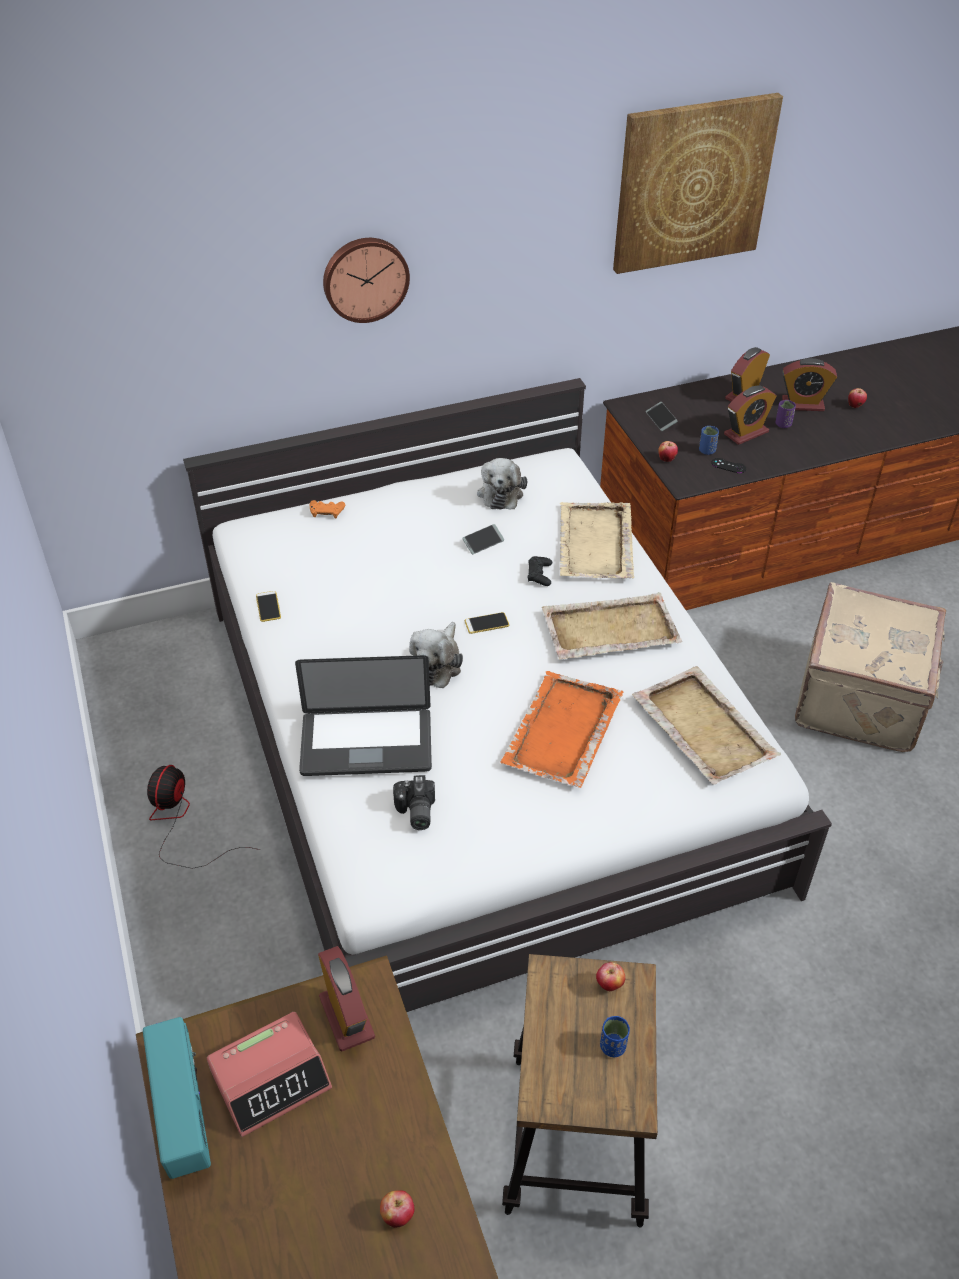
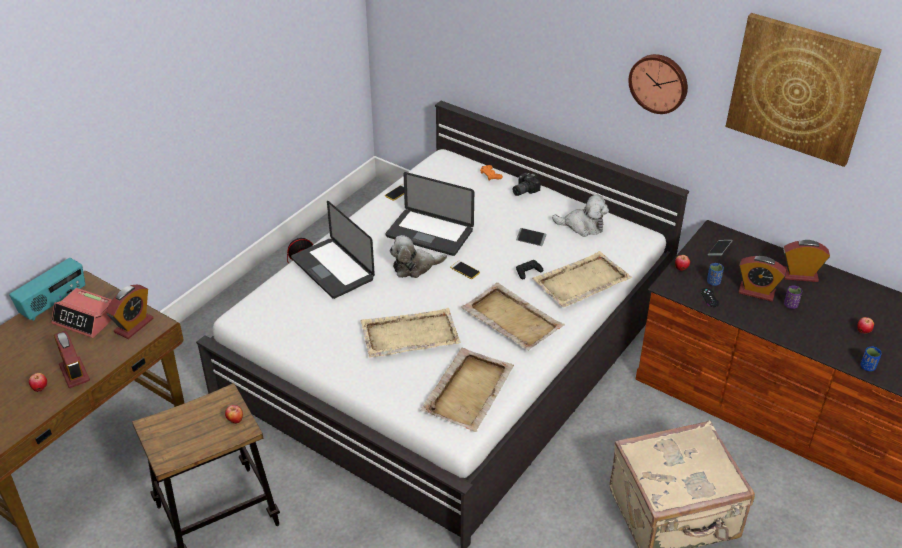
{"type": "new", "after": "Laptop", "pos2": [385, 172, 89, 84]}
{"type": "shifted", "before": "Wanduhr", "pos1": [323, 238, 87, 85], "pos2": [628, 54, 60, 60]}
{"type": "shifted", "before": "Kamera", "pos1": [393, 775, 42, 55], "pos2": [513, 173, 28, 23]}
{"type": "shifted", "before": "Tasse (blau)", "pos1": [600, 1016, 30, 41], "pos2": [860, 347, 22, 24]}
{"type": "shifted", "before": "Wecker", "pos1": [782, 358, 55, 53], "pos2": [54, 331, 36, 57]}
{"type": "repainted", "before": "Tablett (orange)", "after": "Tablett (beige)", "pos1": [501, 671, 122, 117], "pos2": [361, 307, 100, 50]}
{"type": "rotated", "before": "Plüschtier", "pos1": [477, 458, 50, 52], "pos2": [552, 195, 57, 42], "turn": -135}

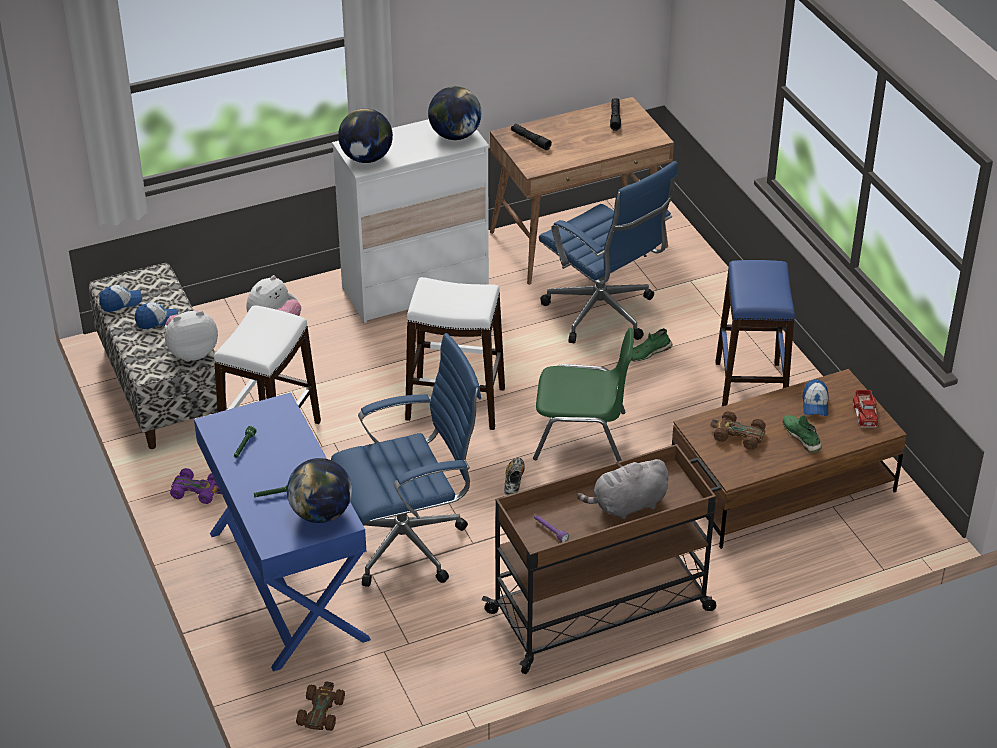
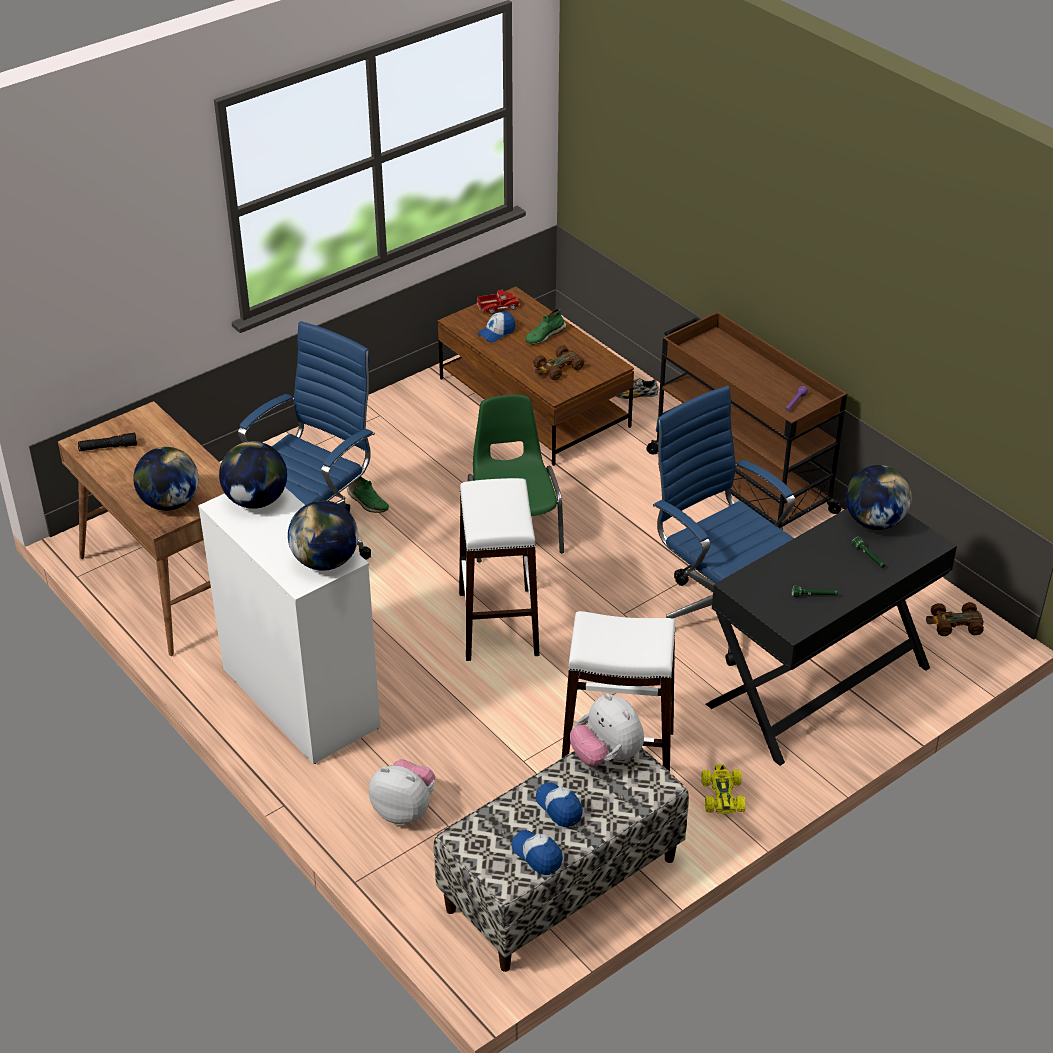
{"type": "gone", "before": "Plüschtier (grau)", "pos1": [577, 459, 91, 61]}
{"type": "gone", "before": "Hocker (blau)", "pos1": [715, 260, 80, 146]}
{"type": "shifted", "before": "Schuh", "pos1": [504, 458, 21, 37], "pos2": [616, 378, 42, 21]}
{"type": "swapped", "before": "Taschenlampe (schwarz)", "after": "Globus", "pos1": [511, 124, 41, 26], "pos2": [133, 447, 66, 64]}
{"type": "repainted", "before": "Spielzeugauto (lila)", "after": "Spielzeugauto (gelb)", "pos1": [170, 468, 52, 36], "pos2": [702, 764, 44, 50]}
{"type": "repainted", "before": "Schreibtisch (blau)", "after": "Schreibtisch (schwarz)", "pos1": [194, 392, 177, 280], "pos2": [706, 508, 251, 258]}
{"type": "rotated", "before": "Spielzeugauto (braun)", "pos1": [710, 411, 56, 39], "pos2": [533, 345, 51, 35], "turn": 45}
{"type": "rotated", "before": "Kappe", "pos1": [802, 379, 27, 37], "pos2": [477, 311, 38, 31], "turn": 150}

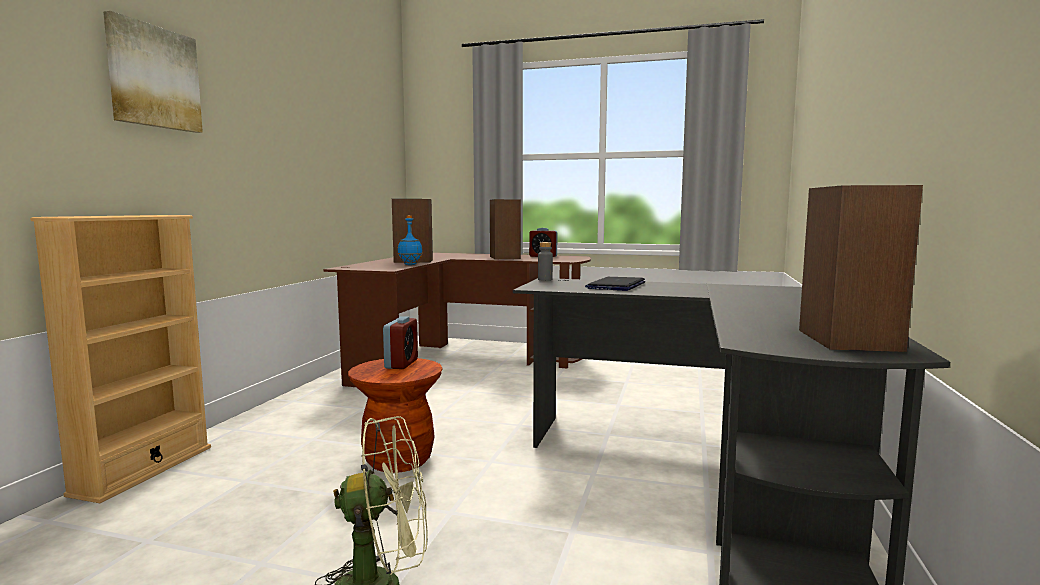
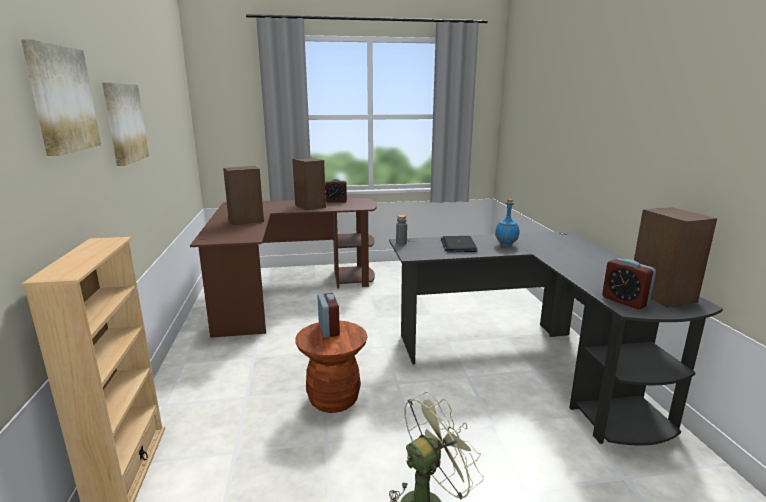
{"type": "new", "after": "Bild", "pos2": [102, 83, 47, 83]}
{"type": "new", "after": "Wecker", "pos2": [602, 258, 54, 51]}
{"type": "shifted", "before": "Flasche (blau)", "pos1": [398, 215, 24, 50], "pos2": [495, 199, 24, 48]}

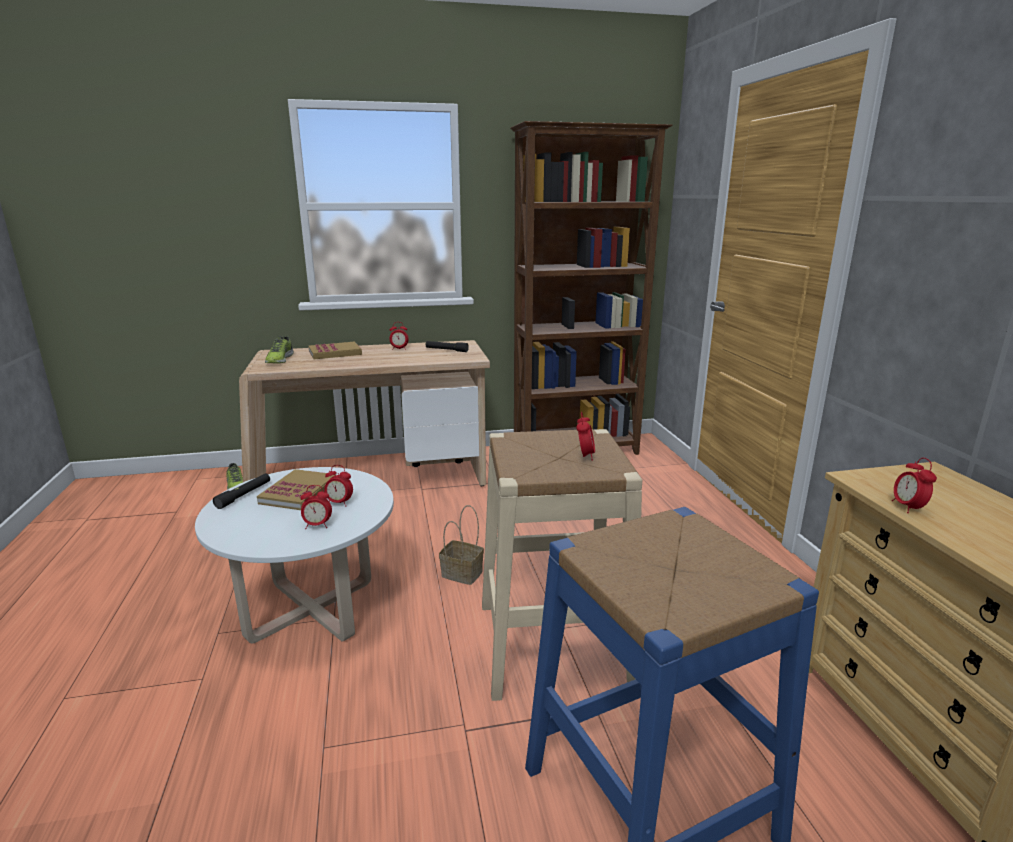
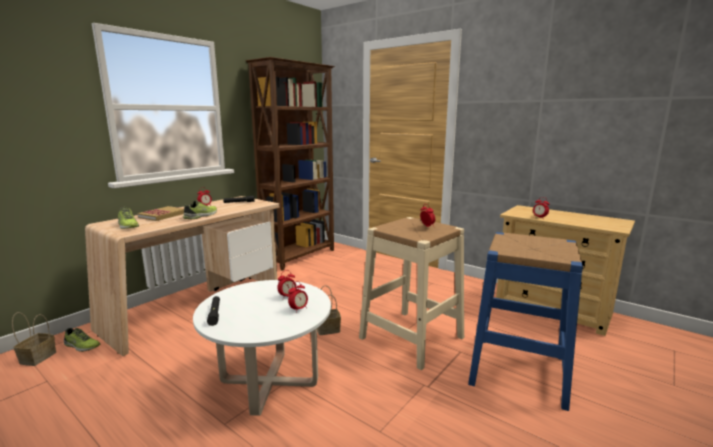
{"type": "gone", "before": "Buch", "pos1": [257, 469, 79, 41]}
{"type": "new", "after": "Korb", "pos2": [12, 312, 44, 54]}
{"type": "new", "after": "Schuh", "pos2": [183, 200, 34, 19]}

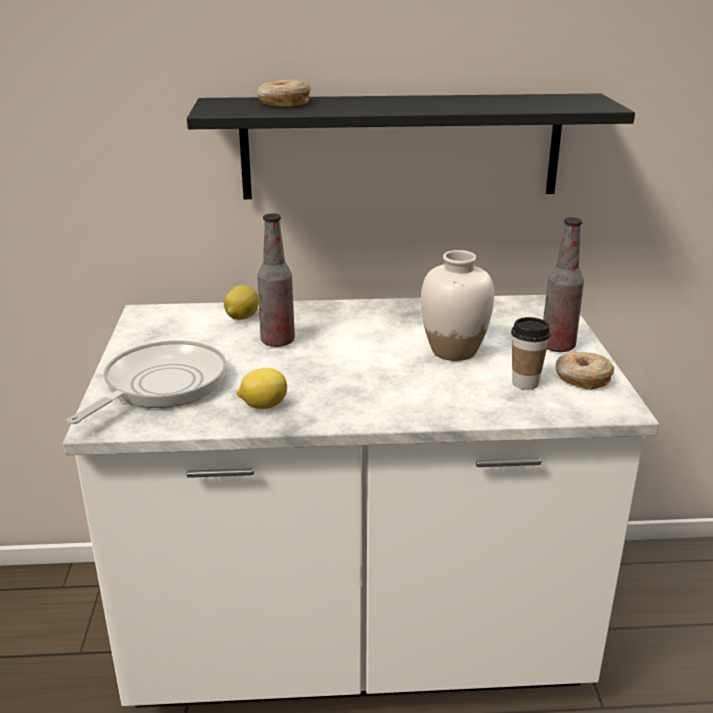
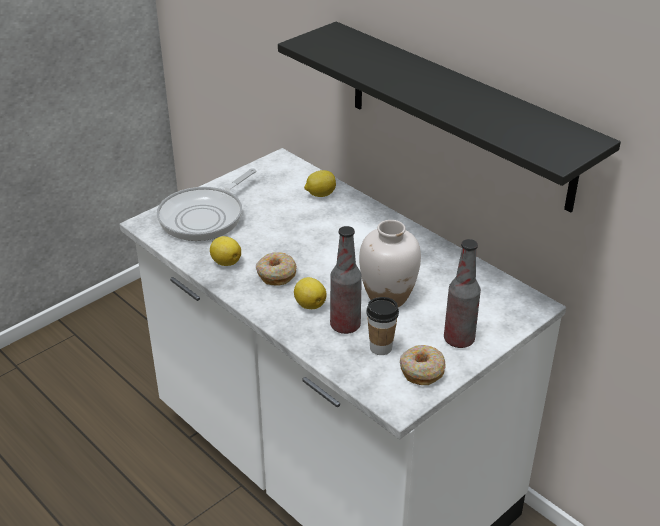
{"type": "new", "after": "Zitrone", "pos2": [294, 277, 32, 32]}
{"type": "shifted", "before": "Donut", "pos1": [257, 79, 54, 28], "pos2": [256, 252, 41, 34]}
{"type": "shifted", "before": "Flasche", "pos1": [257, 213, 38, 134], "pos2": [330, 226, 32, 108]}
{"type": "rotated", "before": "Pfanne", "pos1": [67, 340, 160, 84], "pos2": [157, 168, 100, 73], "turn": 135}

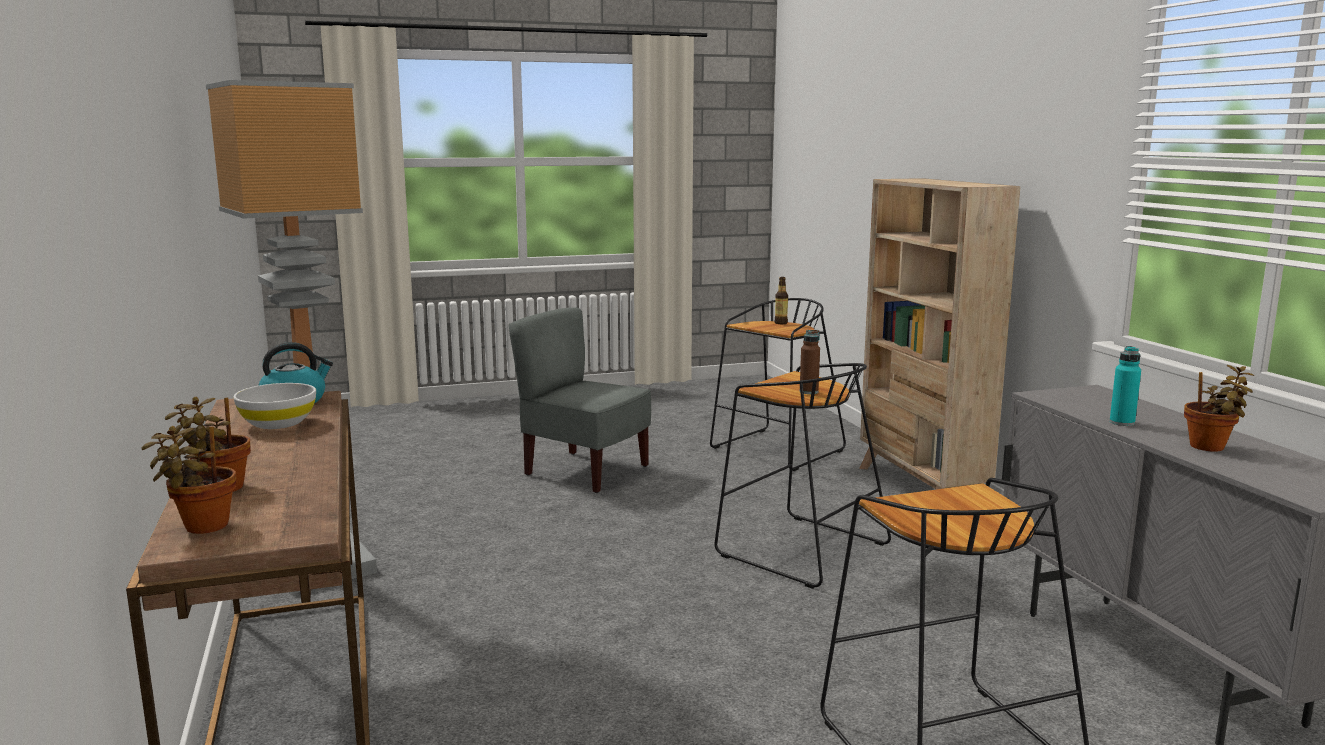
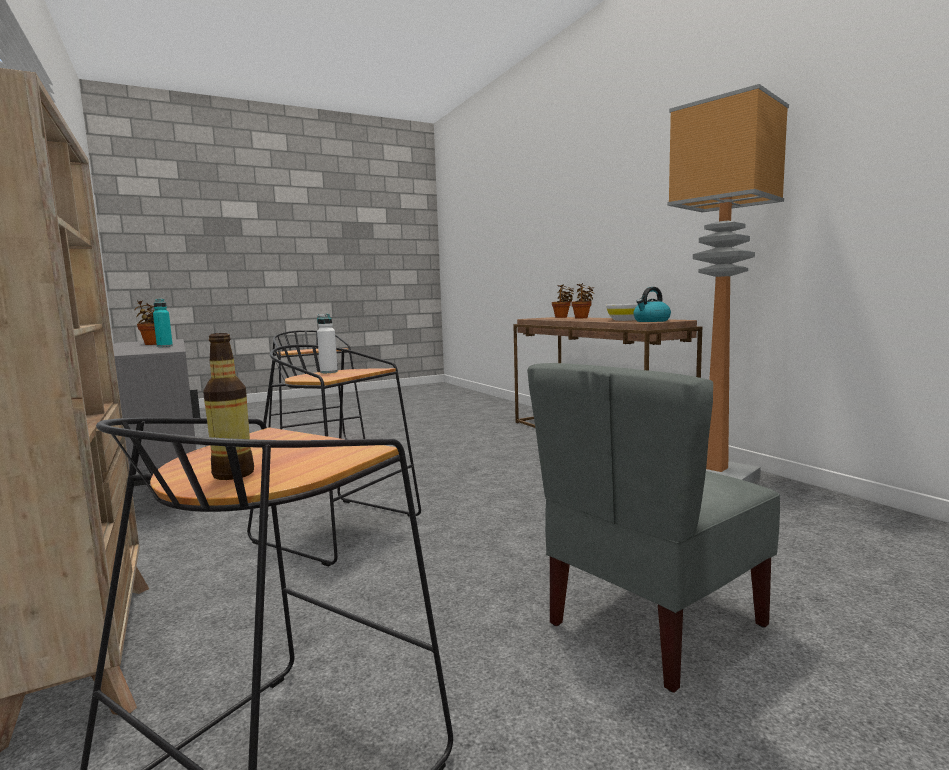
{"type": "repainted", "before": "Flasche (braun)", "after": "Flasche (weiß)", "pos1": [800, 330, 20, 64], "pos2": [317, 314, 21, 59]}
{"type": "rotated", "before": "Stuhl (grau)", "pos1": [509, 307, 142, 186], "pos2": [527, 363, 253, 329], "turn": 120}

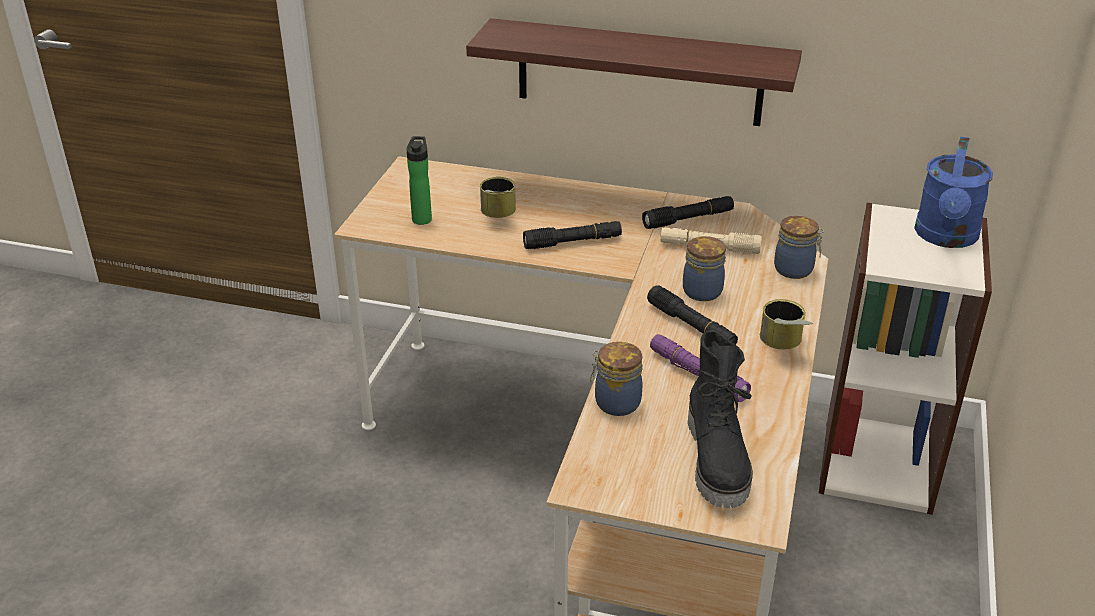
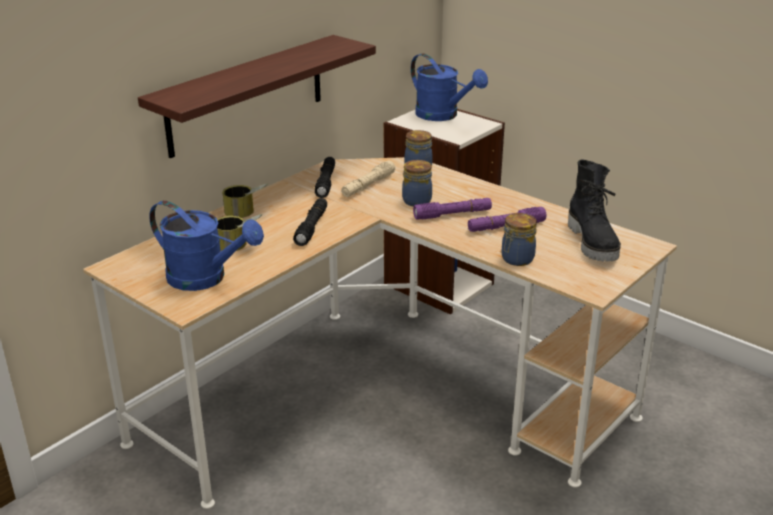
{"type": "shifted", "before": "Dose", "pos1": [760, 299, 53, 50], "pos2": [222, 183, 47, 35]}
{"type": "swapped", "before": "Flasche", "after": "Gießkanne (blau)", "pos1": [406, 136, 26, 89], "pos2": [149, 201, 115, 90]}
{"type": "repainted", "before": "Taschenlampe (schwarz)", "after": "Taschenlampe (lila)", "pos1": [647, 285, 91, 60], "pos2": [413, 198, 79, 22]}
{"type": "rotated", "before": "Stiefel (schwarz)", "pos1": [688, 330, 65, 178], "pos2": [568, 160, 53, 102], "turn": 60}

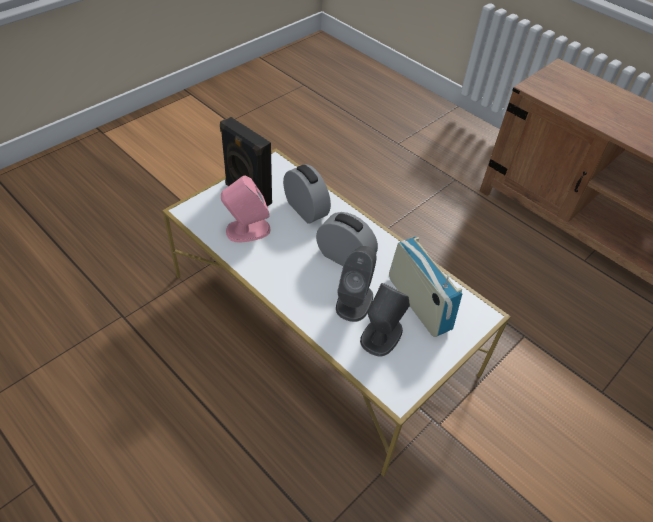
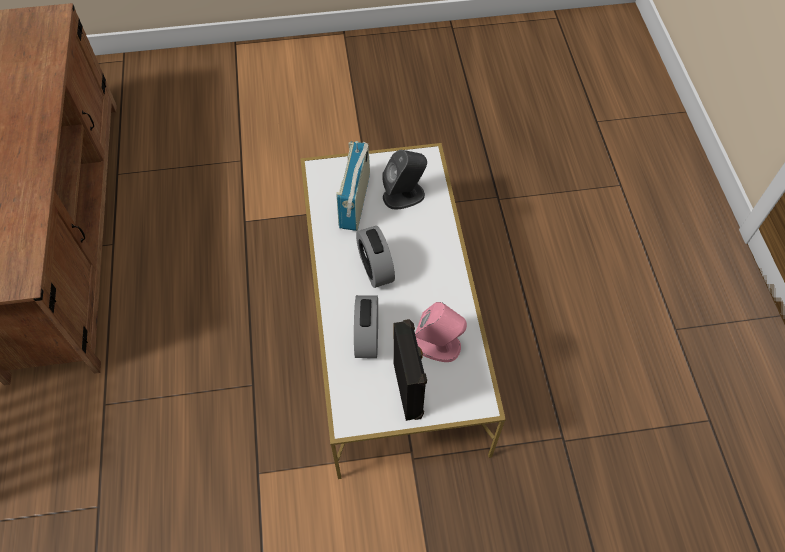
{"type": "gone", "before": "Lautsprecher (grau)", "pos1": [336, 246, 40, 76]}

